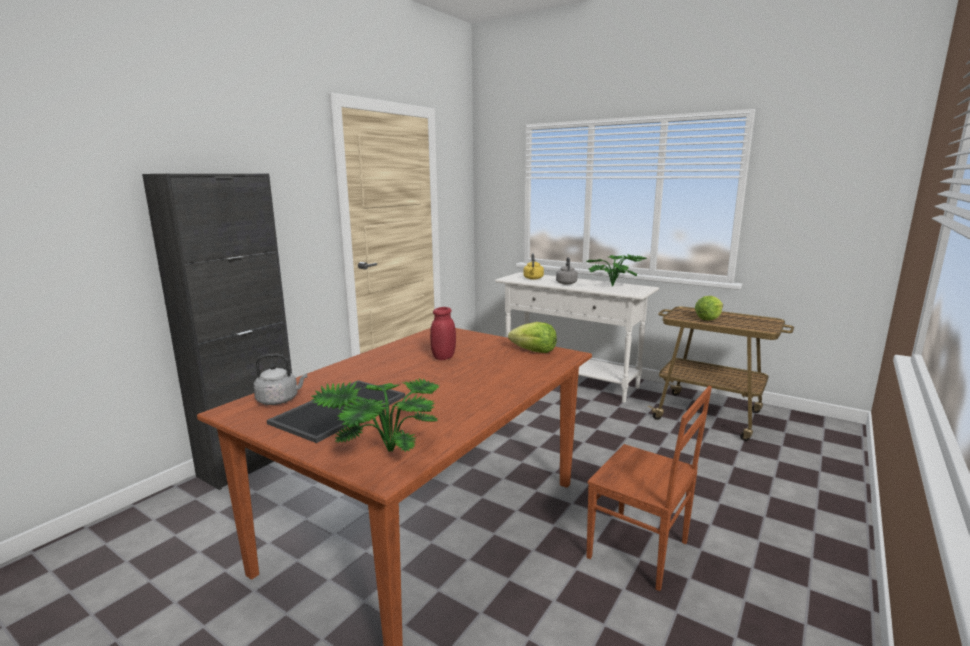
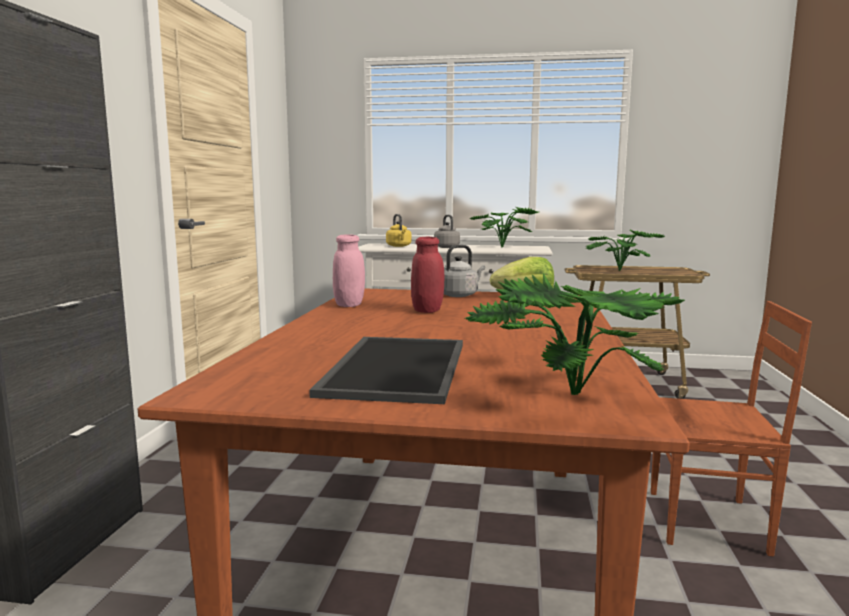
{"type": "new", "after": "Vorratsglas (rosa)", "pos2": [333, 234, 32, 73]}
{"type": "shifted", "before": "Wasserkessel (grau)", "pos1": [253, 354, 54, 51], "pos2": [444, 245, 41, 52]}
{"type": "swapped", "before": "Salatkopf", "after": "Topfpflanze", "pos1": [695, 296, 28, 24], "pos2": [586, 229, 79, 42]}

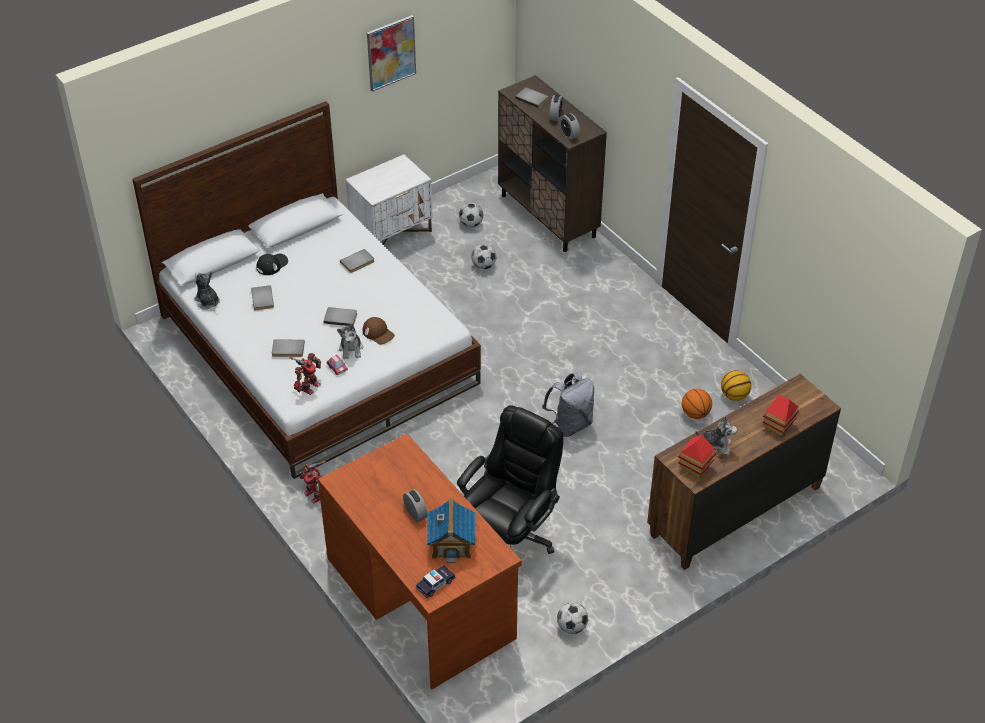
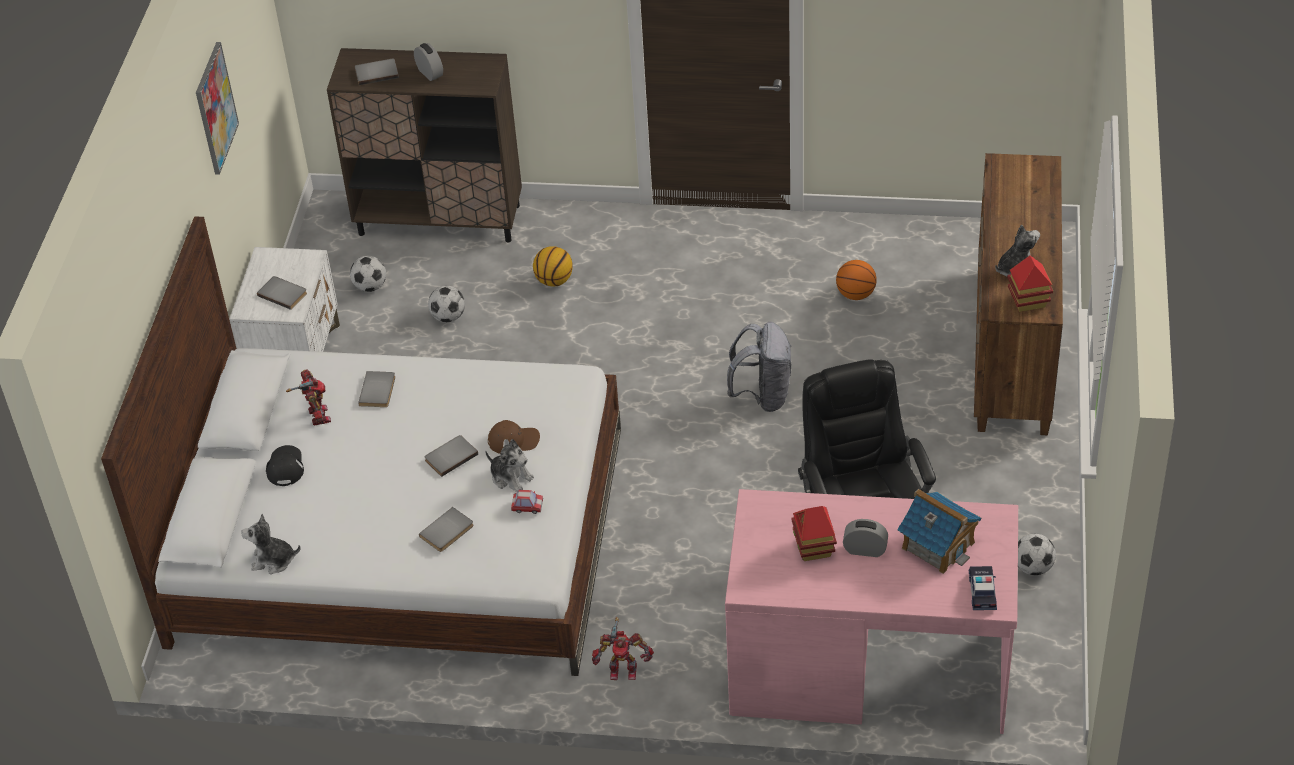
{"type": "gone", "before": "Wecker", "pos1": [559, 113, 21, 27]}
{"type": "shifted", "before": "Buch (grau)", "pos1": [251, 285, 23, 26], "pos2": [257, 276, 50, 34]}
{"type": "shifted", "before": "Spielzeugroboter", "pos1": [289, 353, 32, 42], "pos2": [286, 369, 45, 57]}
{"type": "shifted", "before": "Basketball", "pos1": [721, 370, 30, 31], "pos2": [533, 246, 40, 40]}
{"type": "shifted", "before": "Spielzeughaus", "pos1": [763, 395, 36, 41], "pos2": [791, 506, 46, 55]}
{"type": "repainted", "before": "Schreibtisch (braun)", "after": "Schreibtisch (rosa)", "pos1": [318, 433, 204, 257], "pos2": [725, 489, 293, 245]}

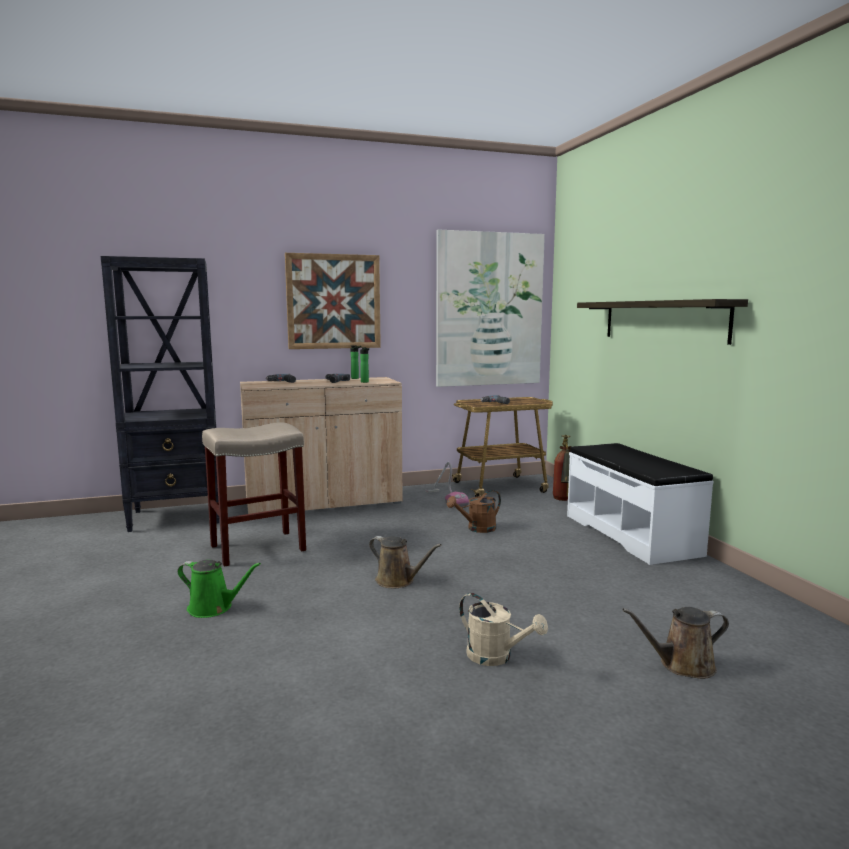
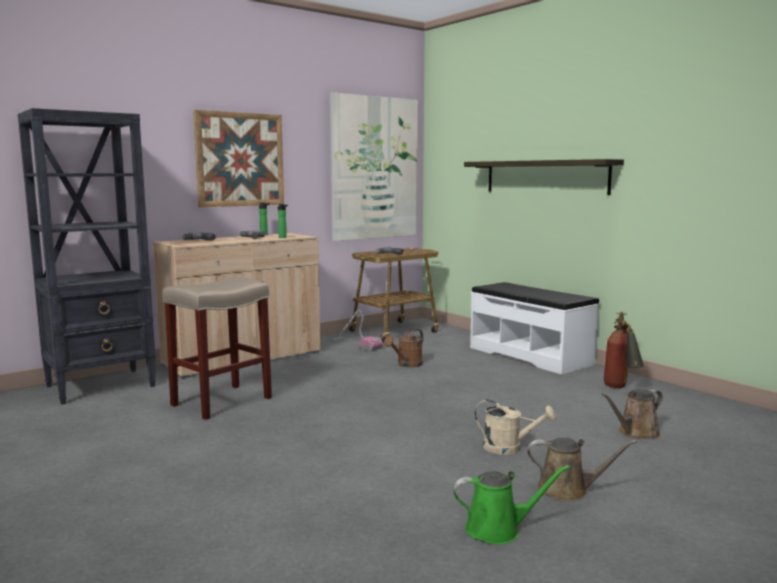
{"type": "shifted", "before": "Gießkanne (grün)", "pos1": [178, 560, 83, 58], "pos2": [453, 465, 117, 80]}
{"type": "shifted", "before": "Gießkanne (braun)", "pos1": [369, 536, 72, 52], "pos2": [527, 438, 110, 63]}
{"type": "shifted", "before": "Feuerlöscher", "pos1": [553, 435, 19, 66], "pos2": [604, 312, 40, 76]}

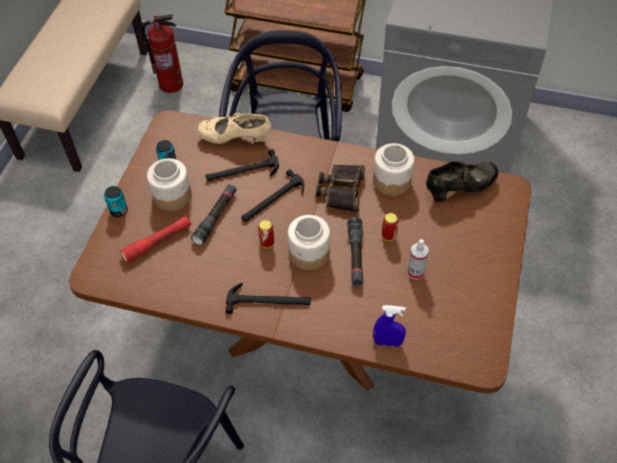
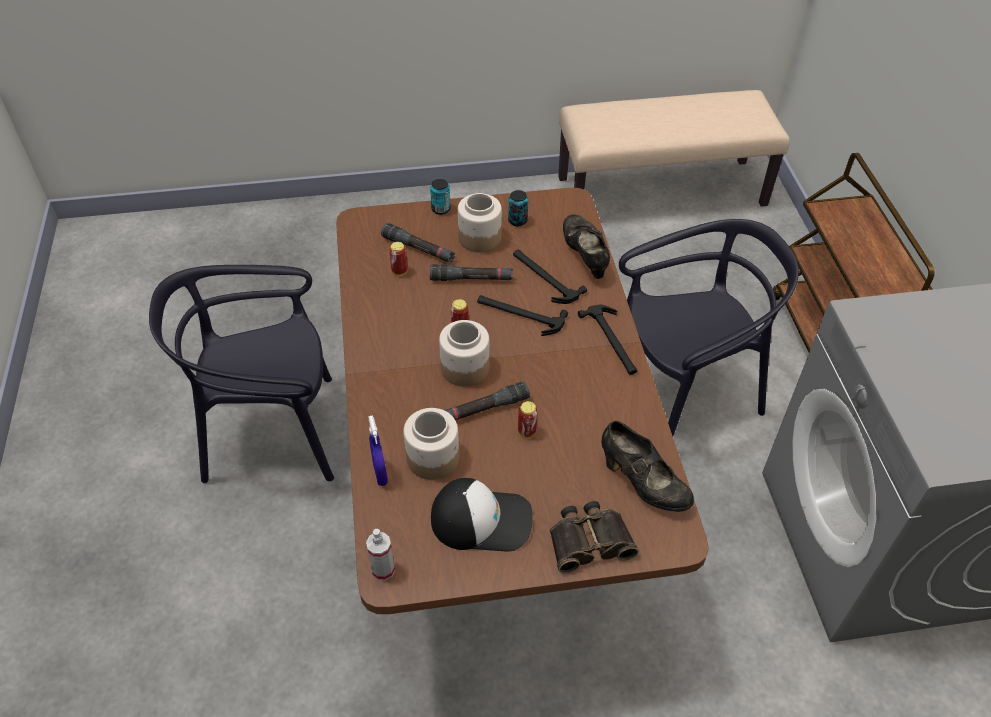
{"type": "gone", "before": "Feuerlöscher", "pos1": [141, 14, 42, 79]}
{"type": "new", "after": "Dose", "pos2": [389, 242, 19, 34]}
{"type": "new", "after": "Kappe", "pos2": [431, 478, 102, 73]}
{"type": "shifted", "before": "Hammer", "pos1": [226, 283, 85, 31], "pos2": [578, 305, 59, 70]}
{"type": "shifted", "before": "Fernglas", "pos1": [316, 165, 49, 47], "pos2": [550, 501, 89, 72]}
{"type": "shifted", "before": "Vorratsglas", "pos1": [373, 143, 41, 53], "pos2": [403, 408, 56, 72]}
{"type": "shifted", "before": "Sprühflasche", "pos1": [407, 239, 22, 41], "pos2": [366, 529, 29, 52]}
{"type": "repainted", "before": "Taschenlampe (rot)", "after": "Taschenlampe (schwarz)", "pos1": [120, 216, 71, 47], "pos2": [381, 223, 74, 40]}
{"type": "repainted", "before": "Schuh (beige)", "after": "Schuh (schwarz)", "pos1": [197, 112, 75, 32], "pos2": [563, 214, 47, 65]}

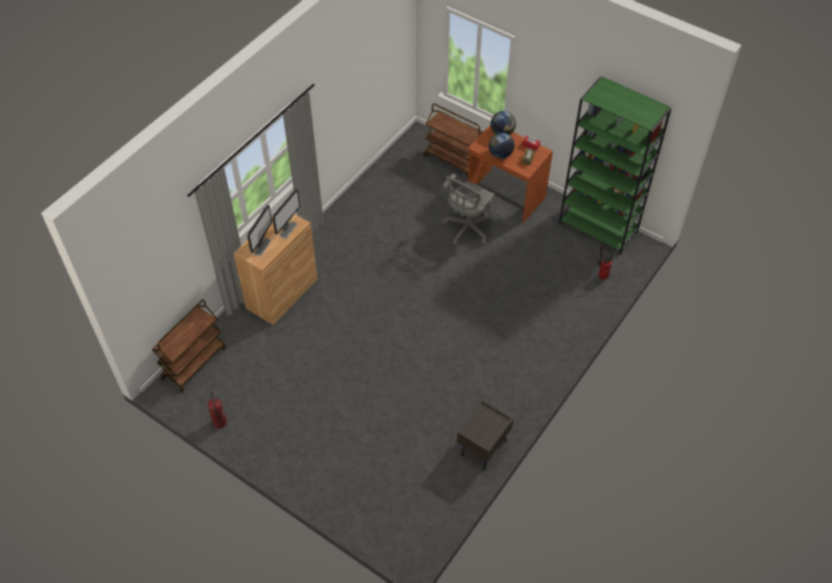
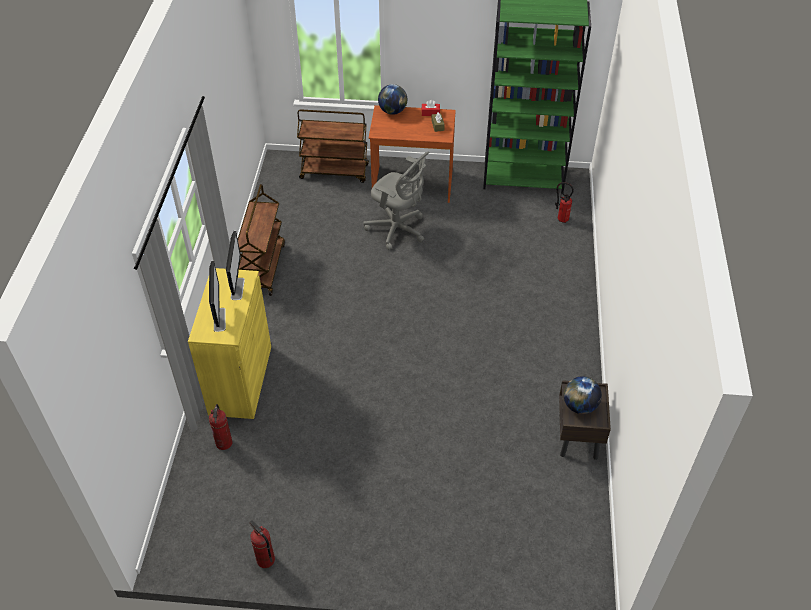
{"type": "new", "after": "Feuerlöscher", "pos2": [209, 404, 24, 46]}
{"type": "shifted", "before": "Rollwagen (braun)", "pos1": [152, 299, 74, 94], "pos2": [238, 184, 47, 112]}
{"type": "shifted", "before": "Globus", "pos1": [489, 132, 26, 27], "pos2": [564, 376, 38, 38]}
{"type": "repainted", "before": "Schrank (braun)", "after": "Schrank (gelb)", "pos1": [233, 214, 85, 111], "pos2": [188, 268, 83, 151]}
{"type": "rotated", "before": "Bürostuhl (grau)", "pos1": [442, 173, 56, 72], "pos2": [363, 152, 66, 98], "turn": -60}

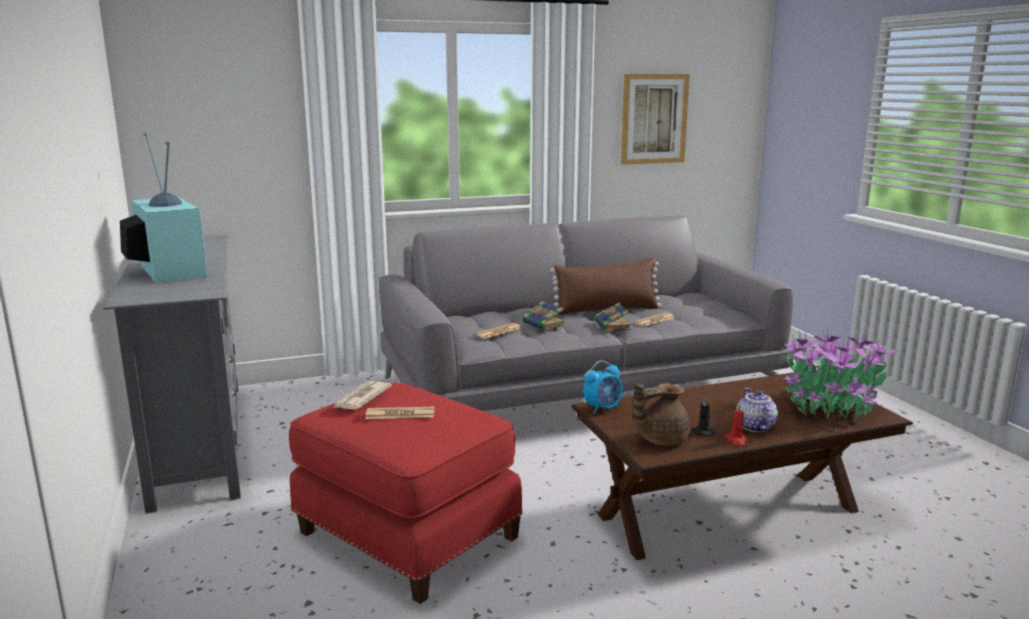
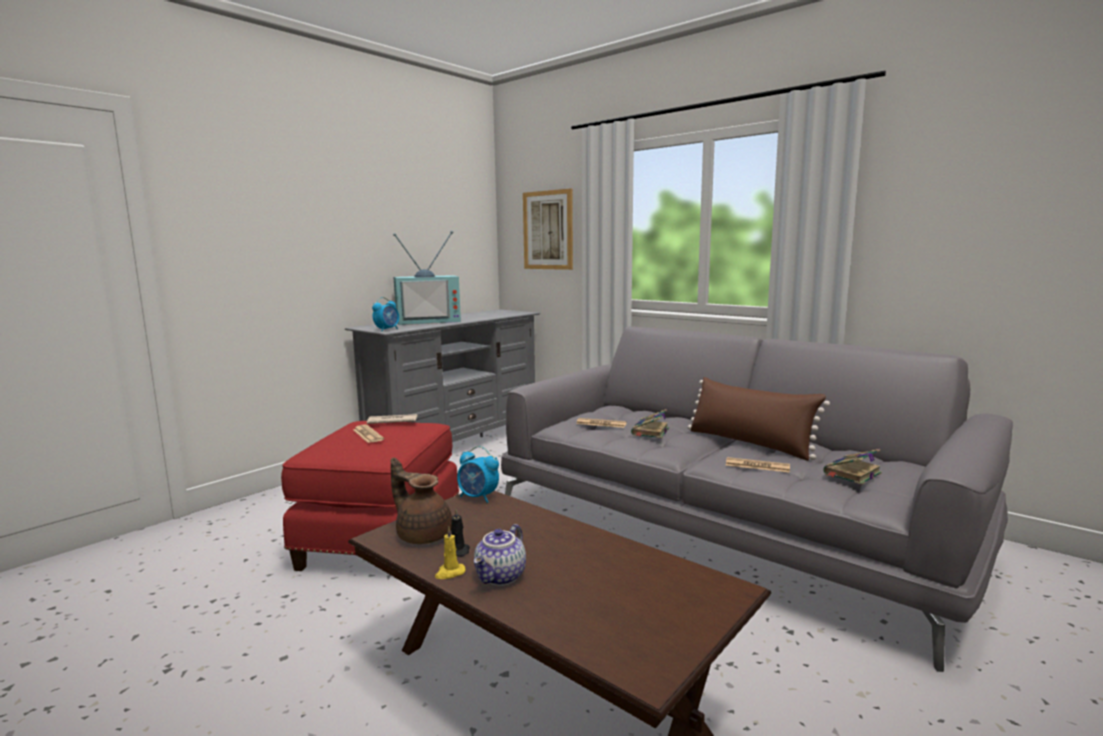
{"type": "gone", "before": "Topfpflanze", "pos1": [780, 327, 118, 95]}
{"type": "new", "after": "Wecker", "pos2": [372, 297, 27, 34]}
{"type": "shifted", "before": "Buch", "pos1": [594, 303, 37, 28], "pos2": [823, 449, 59, 36]}
{"type": "shifted", "before": "Bild", "pos1": [621, 74, 69, 91], "pos2": [523, 188, 50, 82]}
{"type": "repainted", "before": "Kerze (rot)", "after": "Kerze (gelb)", "pos1": [725, 403, 22, 43], "pos2": [435, 526, 31, 53]}
{"type": "rotated", "before": "Fernseher", "pos1": [120, 132, 87, 152], "pos2": [393, 231, 68, 94], "turn": 45}
{"type": "rotated", "before": "Teekanne", "pos1": [736, 388, 42, 44], "pos2": [474, 524, 52, 62], "turn": 150}

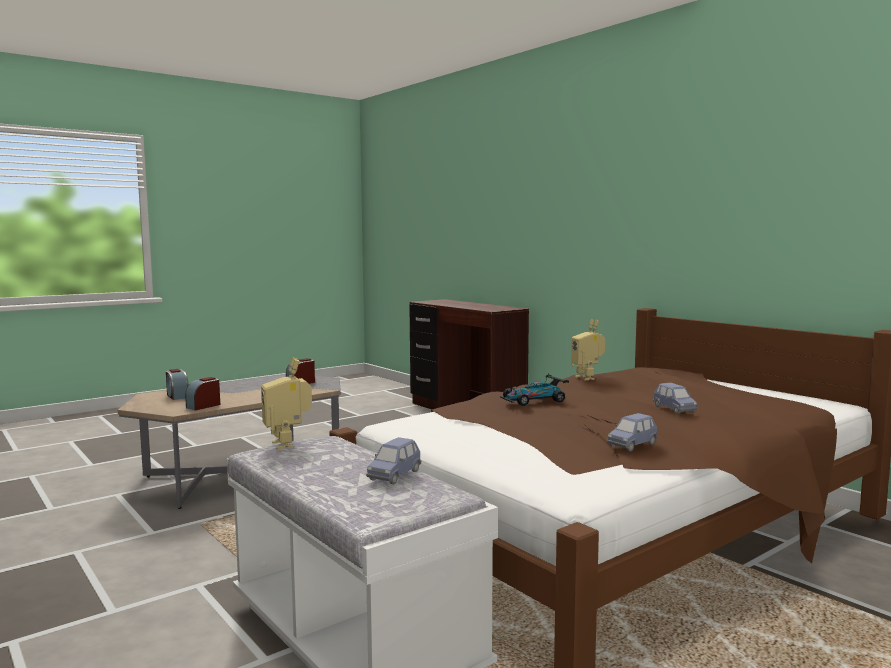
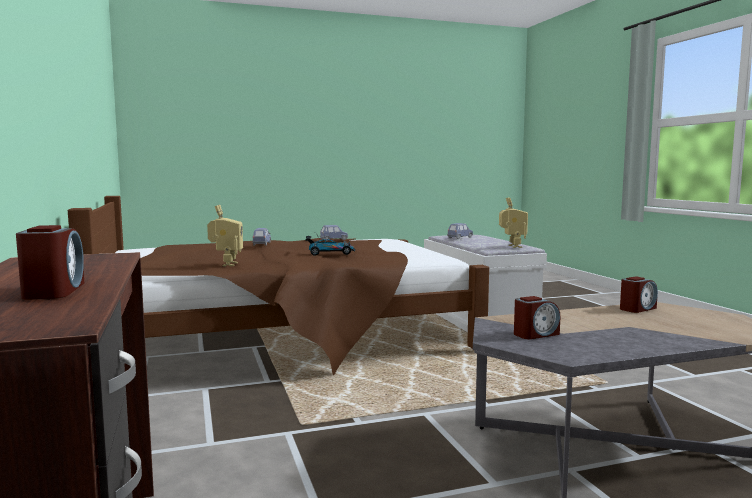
{"type": "shifted", "before": "Wecker", "pos1": [166, 369, 22, 31], "pos2": [16, 225, 68, 75]}

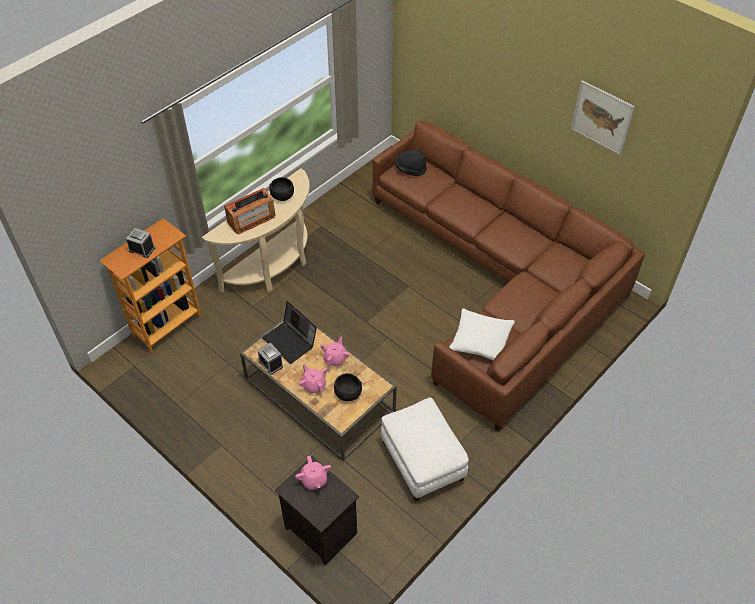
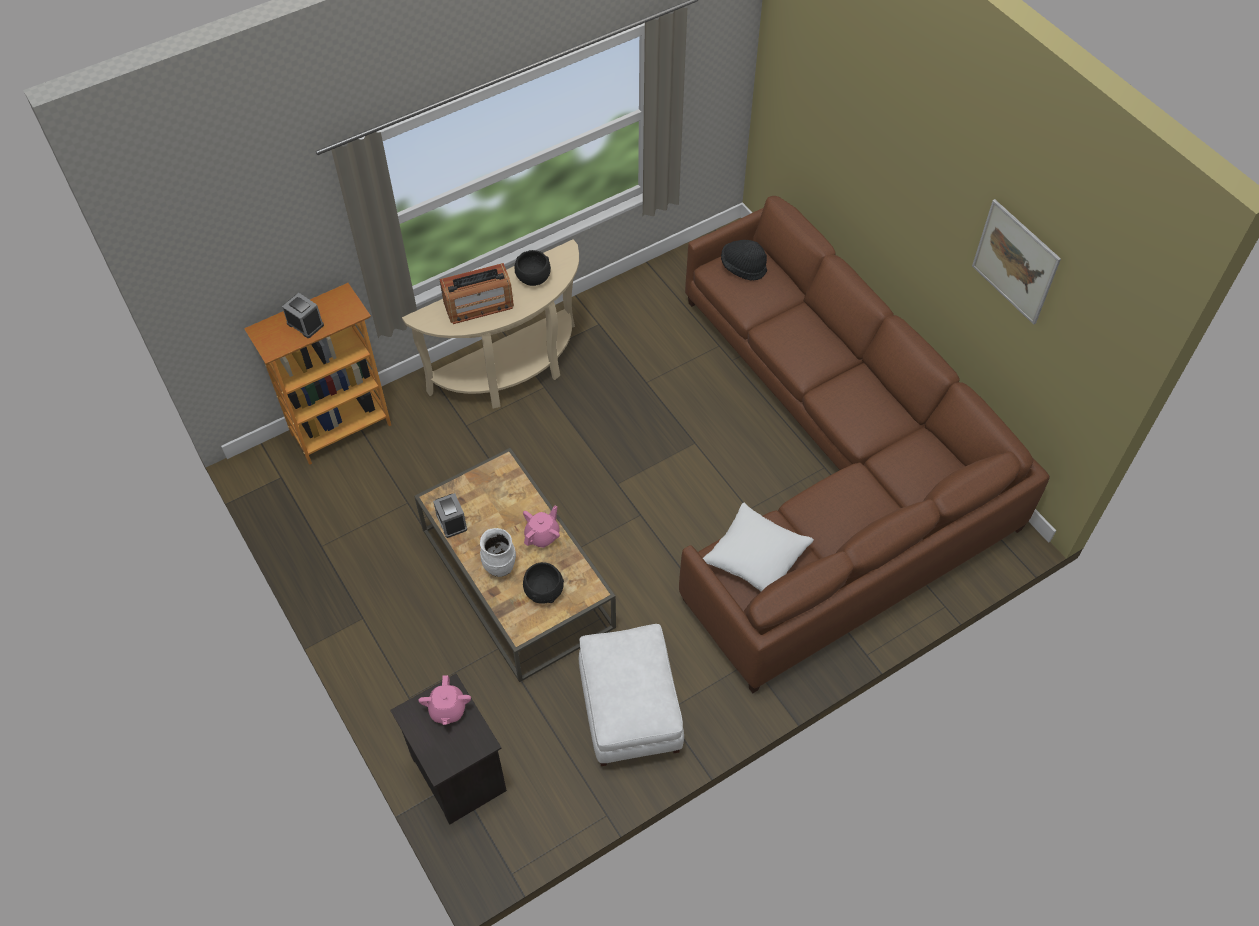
{"type": "gone", "before": "Laptop", "pos1": [262, 302, 55, 62]}
{"type": "swapped", "before": "Teekanne (rosa)", "after": "Vase (weiß)", "pos1": [299, 364, 28, 30], "pos2": [480, 528, 36, 49]}

